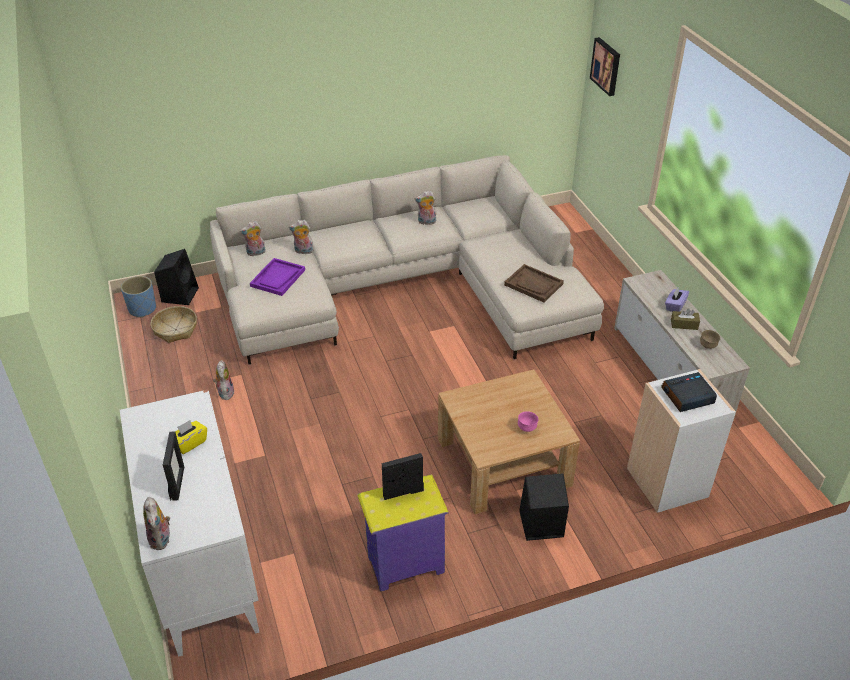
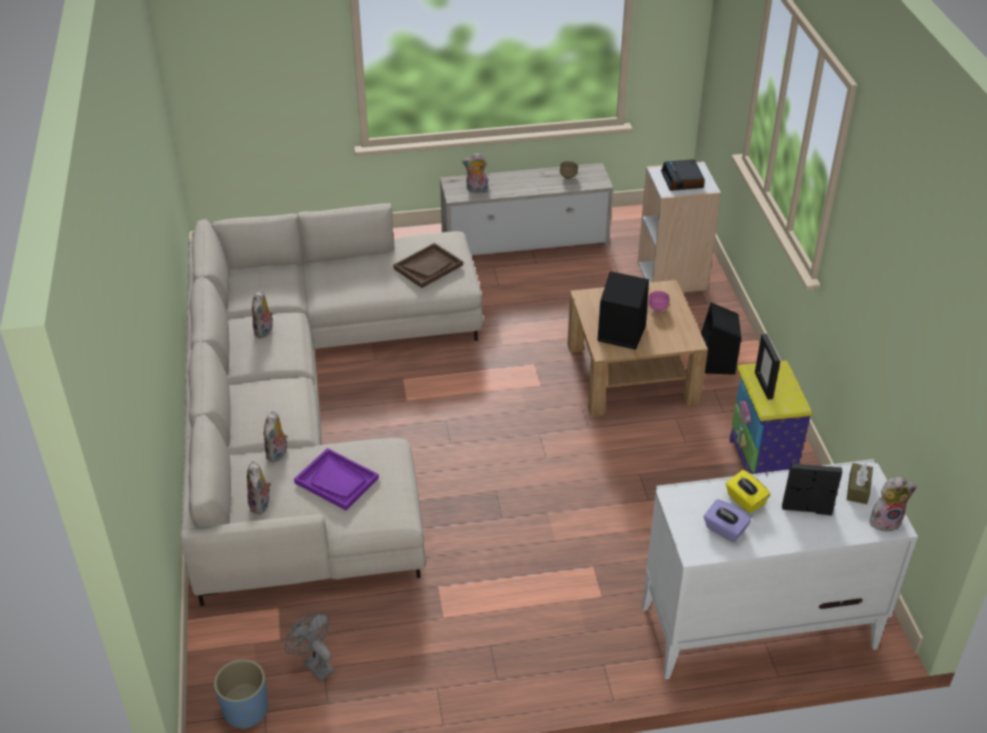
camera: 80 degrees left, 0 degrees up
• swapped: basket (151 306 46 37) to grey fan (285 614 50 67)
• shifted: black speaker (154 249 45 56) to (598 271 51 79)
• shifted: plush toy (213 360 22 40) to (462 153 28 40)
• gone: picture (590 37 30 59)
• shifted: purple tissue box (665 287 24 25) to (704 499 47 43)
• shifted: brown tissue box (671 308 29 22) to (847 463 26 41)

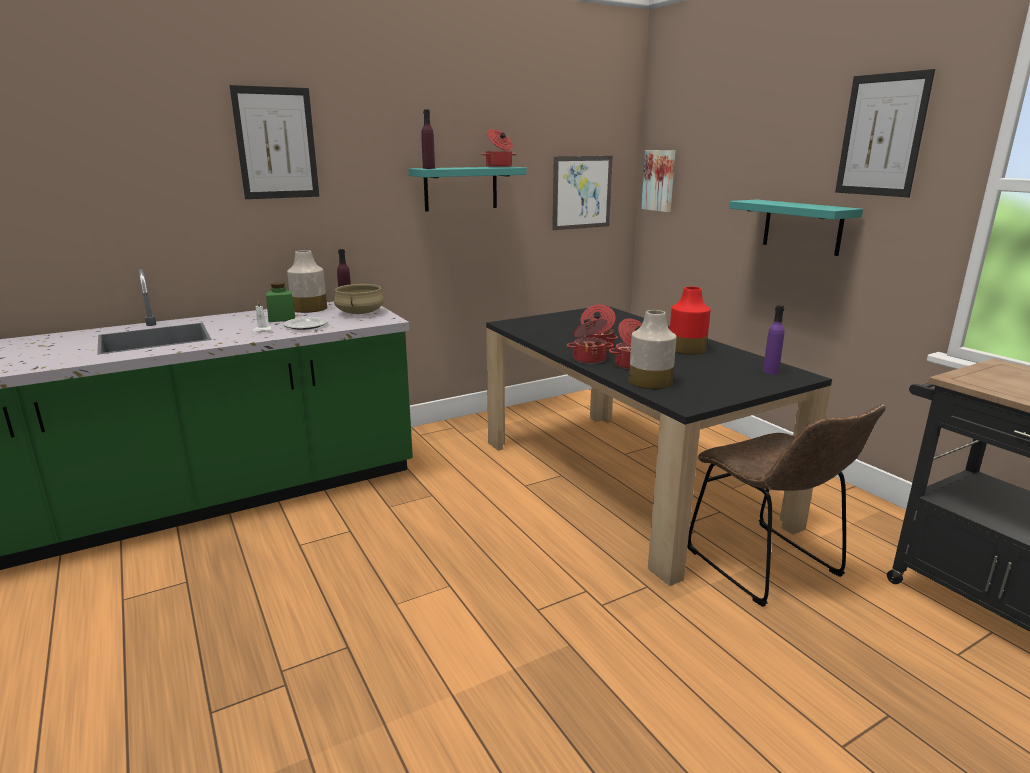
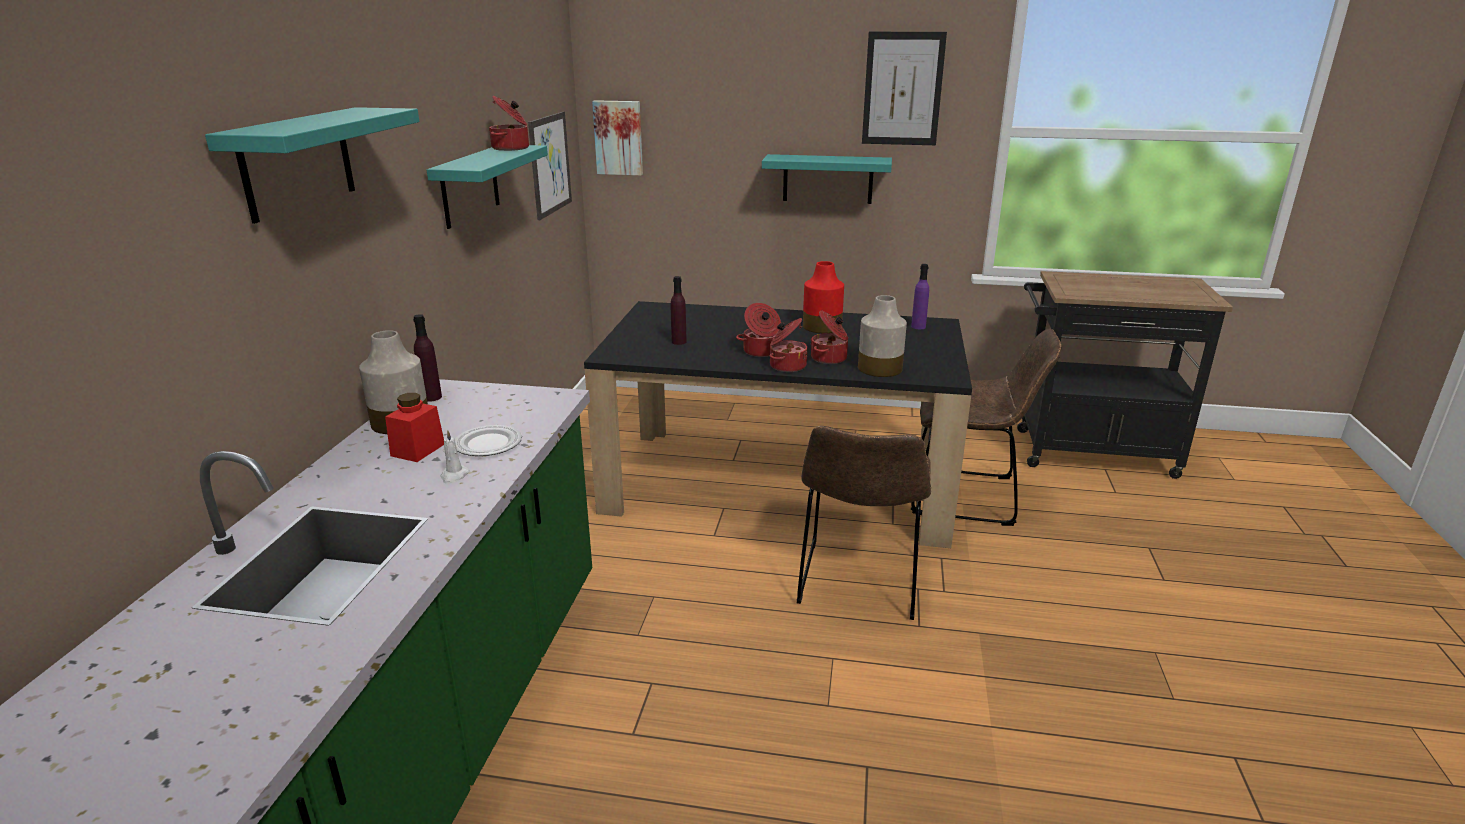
camera: 50 degrees left, 5 degrees up
• swapped: picture (229 85 90 114) to turquoise shelf (205 107 214 117)
• repainted: green jar (266 282 29 40) to red jar (385 393 59 69)
• gone: beige cooking pot (334 284 50 30)
• shifted: purple bottle (421 110 14 59) to (671 276 16 69)
• new: brown chair (797 426 135 194)

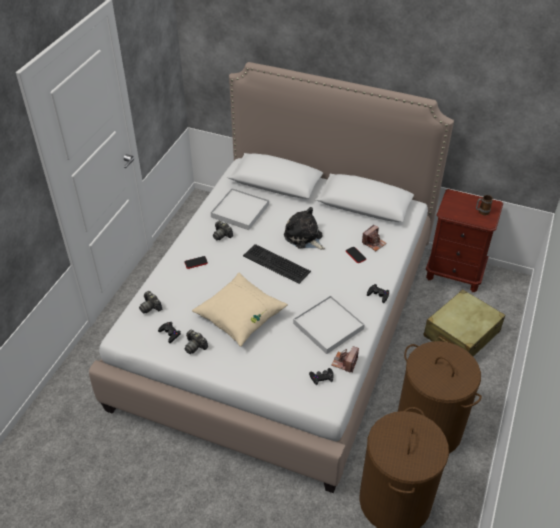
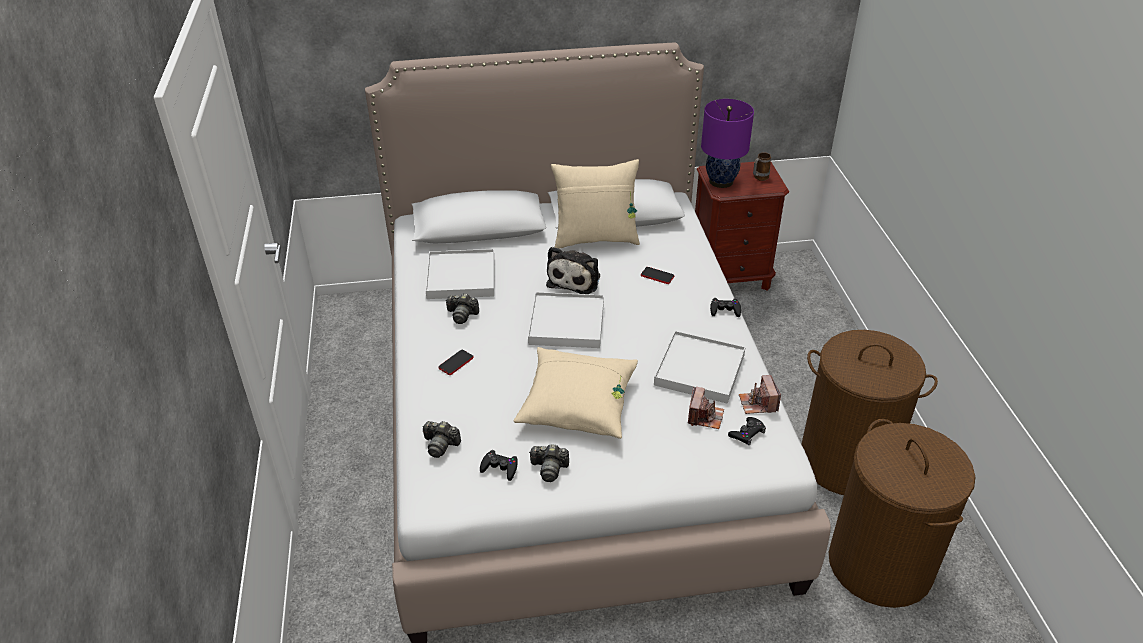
camera: 30 degrees left, 5 degrees down
• swapped: keyboard (243 244 68 40) to white tray (528 292 76 56)
• rotated: plush toy (284 207 41 43) = (546 247 54 47) 90 degrees counterclockwise
• shifted: photo camera (362 224 25 27) to (688 386 36 43)
• gone: beige suitcase (423 289 82 67)
• new: beige pillow (551 159 89 90)
• new: purple table lamp (701 99 53 89)

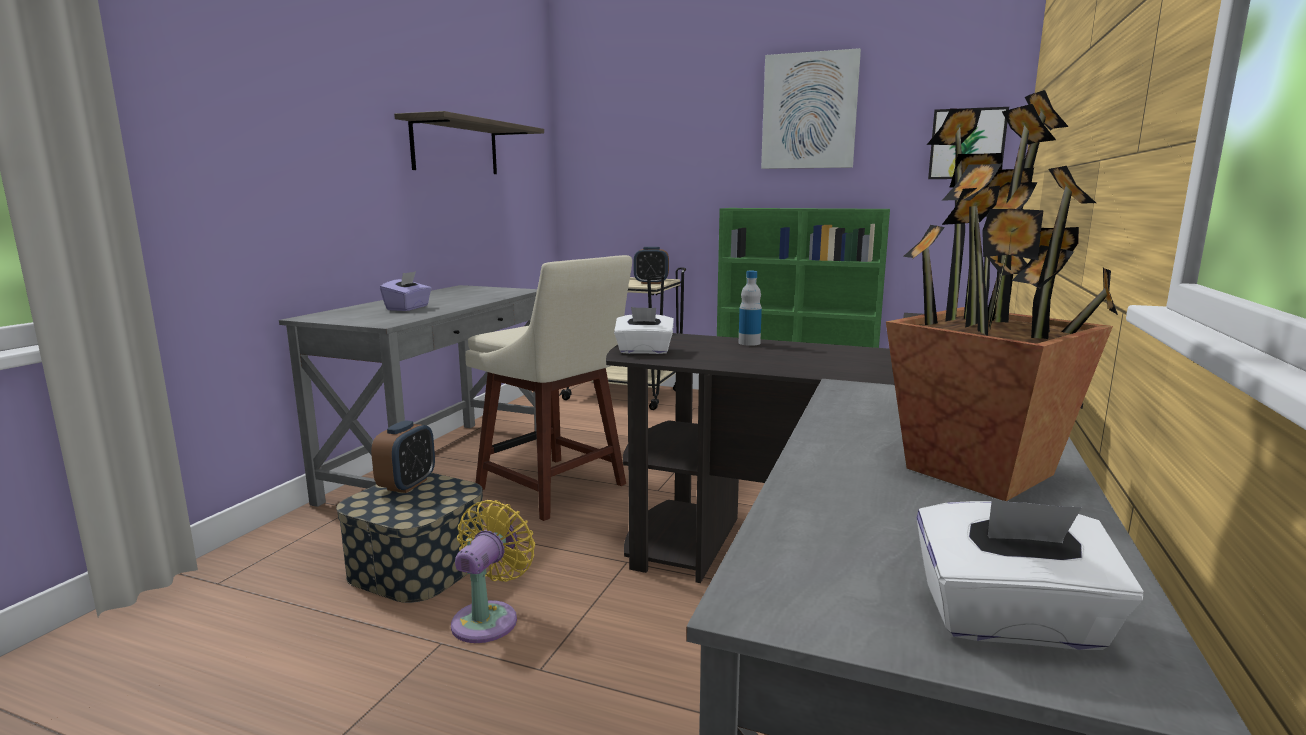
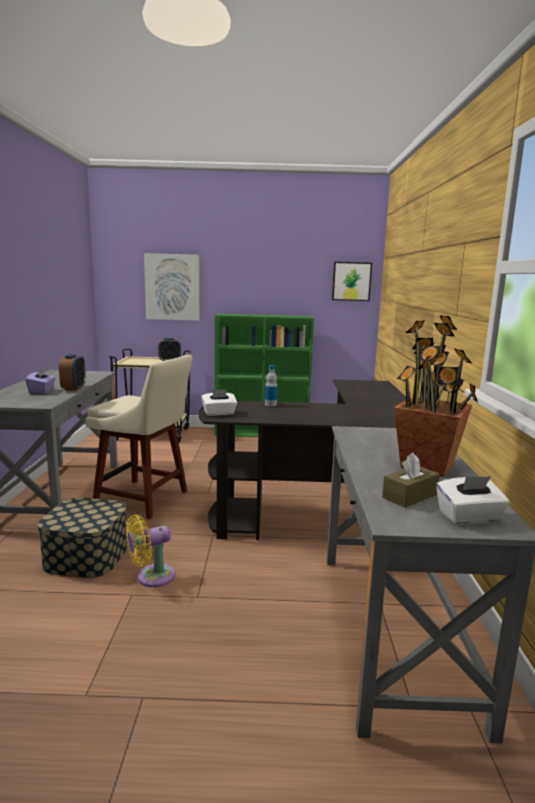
camera: 20 degrees left, 0 degrees up
• shifted: alarm clock (371 420 64 73) to (59 354 27 37)
• gone: shelf (394 111 150 63)
• rotated: yellow fan (451 500 84 143) = (126 515 49 72) 120 degrees counterclockwise
• shifted: picture (761 48 100 121) to (144 253 55 68)
• new: brown tissue box (382 453 58 55)

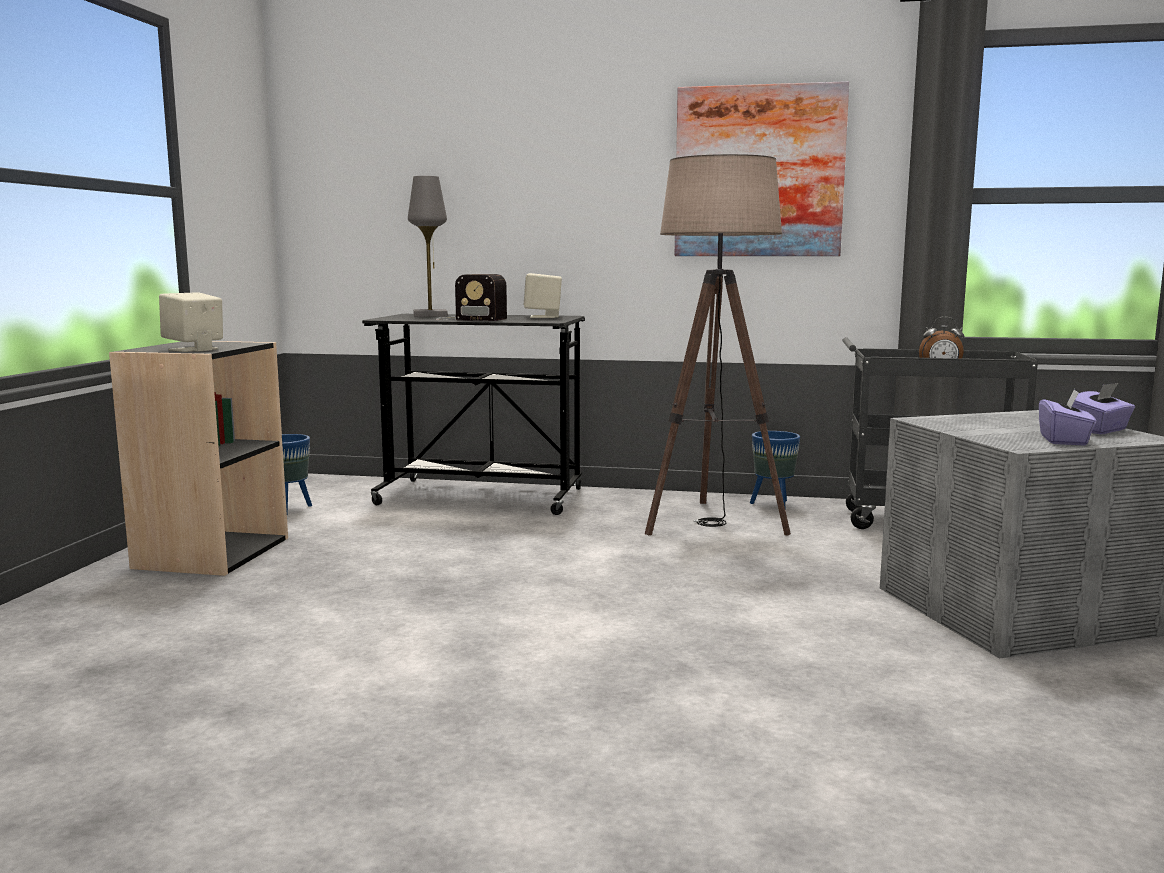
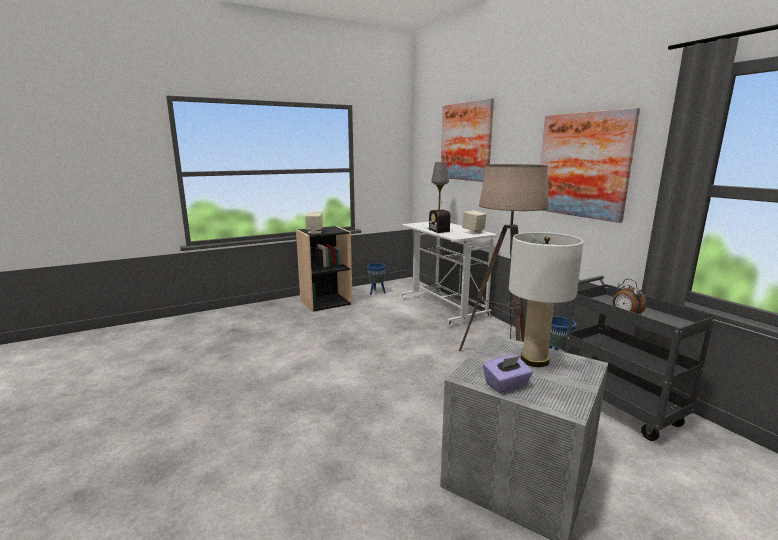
camera: 50 degrees right, 5 degrees up
• repainted: black desk (362 314 223 201) to white desk (402 222 95 105)
• gone: purple tissue box (1068 383 67 51)
• new: picture (441 98 53 84)
• new: white table lamp (509 232 75 135)

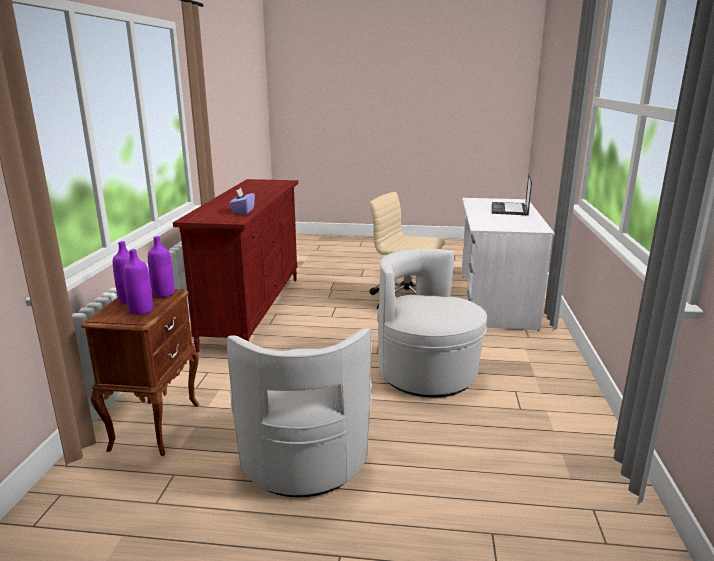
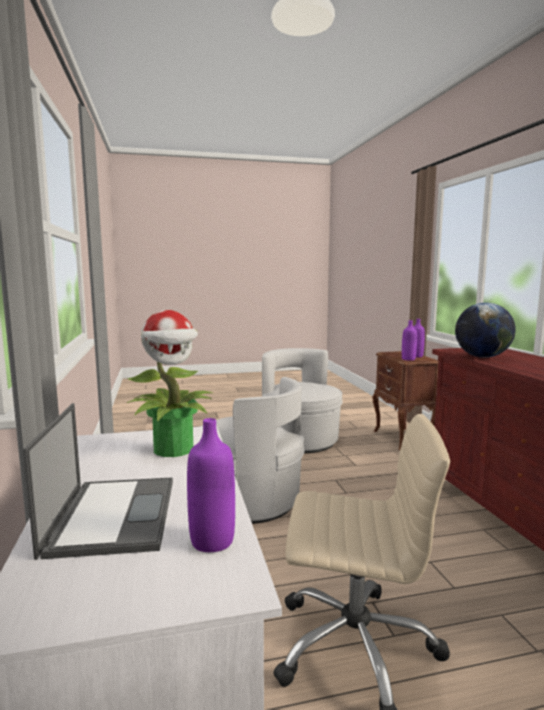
camera: 160 degrees right, 10 degrees down
• shifted: purple bottle (123 249 30 66) to (187 418 48 134)
• swapped: purple tissue box (230 188 25 26) to globe (455 303 61 55)
• new: potted plant (127 310 86 147)

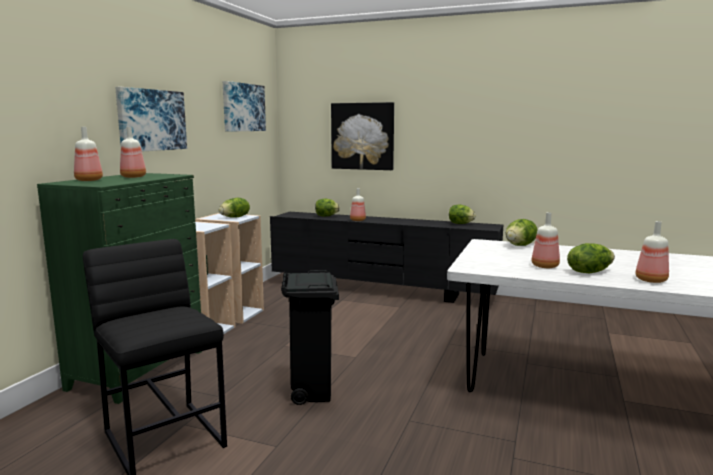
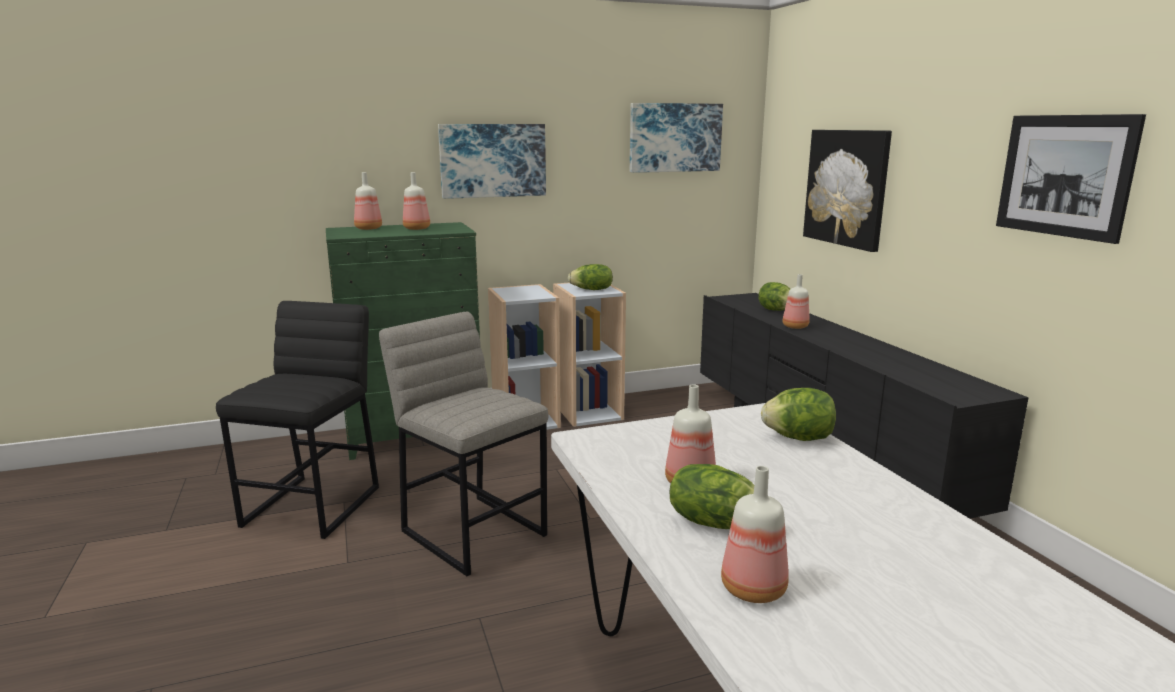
camera: 50 degrees right, 5 degrees up
• swapped: black trash can (281 270 58 135) to grey chair (379 312 169 264)
• gone: lettuce (449 205 27 19)
• new: picture (996 114 150 130)

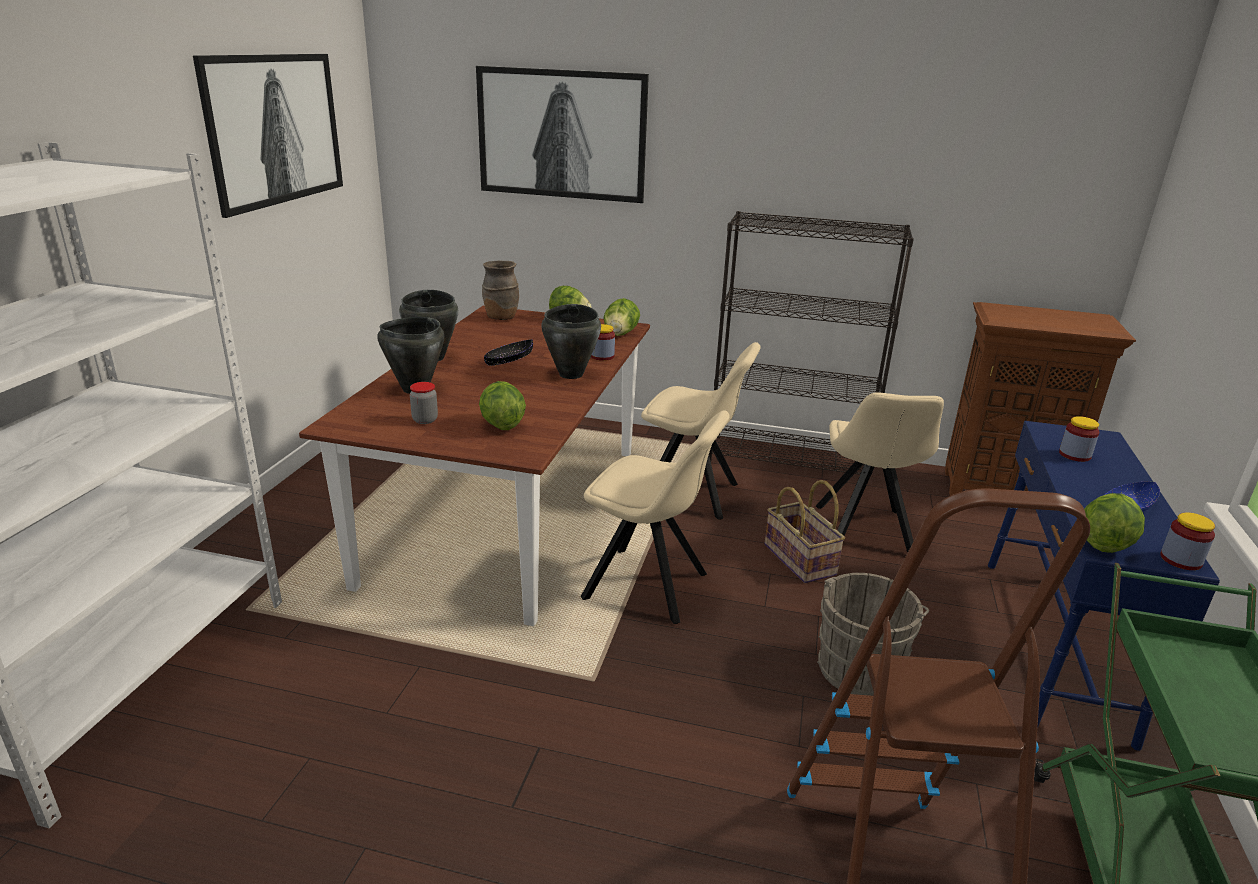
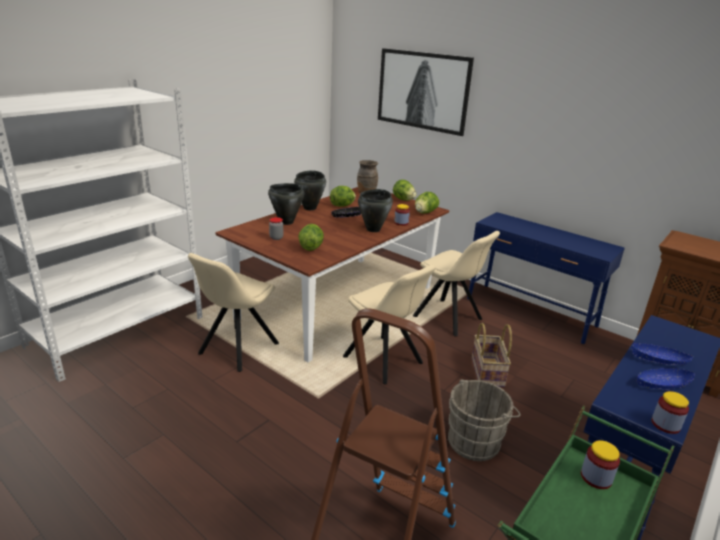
camera: 25 degrees right, 0 degrees up
• gone: picture (193 54 150 164)
• swapped: black bookcase (709 211 205 273) to blue console table (467 212 158 132)
• shifted: beige chair (815 392 129 161) to (188 253 91 119)
• shifted: jar (1059 416 40 46) to (581 440 39 49)
• shifted: lettuce (1084 493 61 60) to (330 186 26 21)
• new: blue bowl (632 343 61 22)

